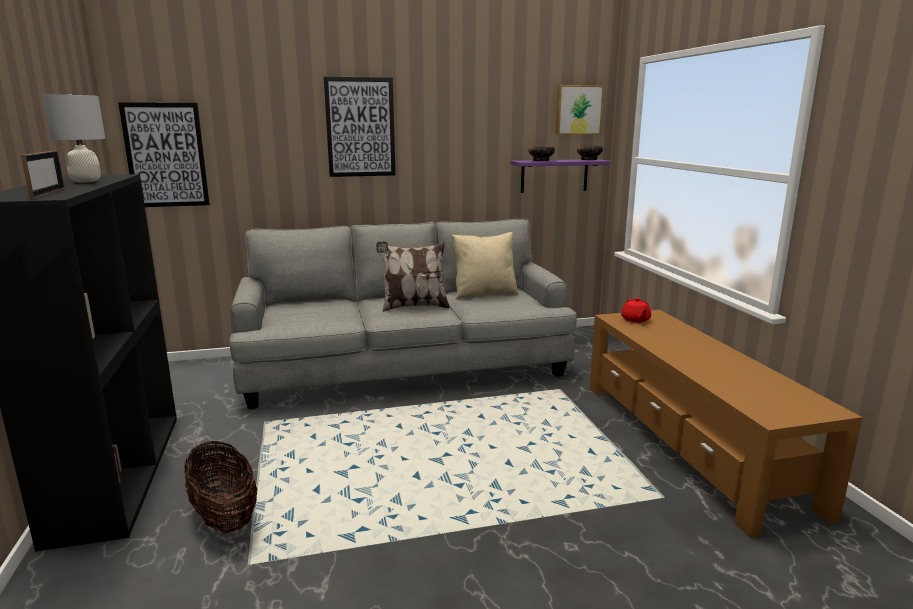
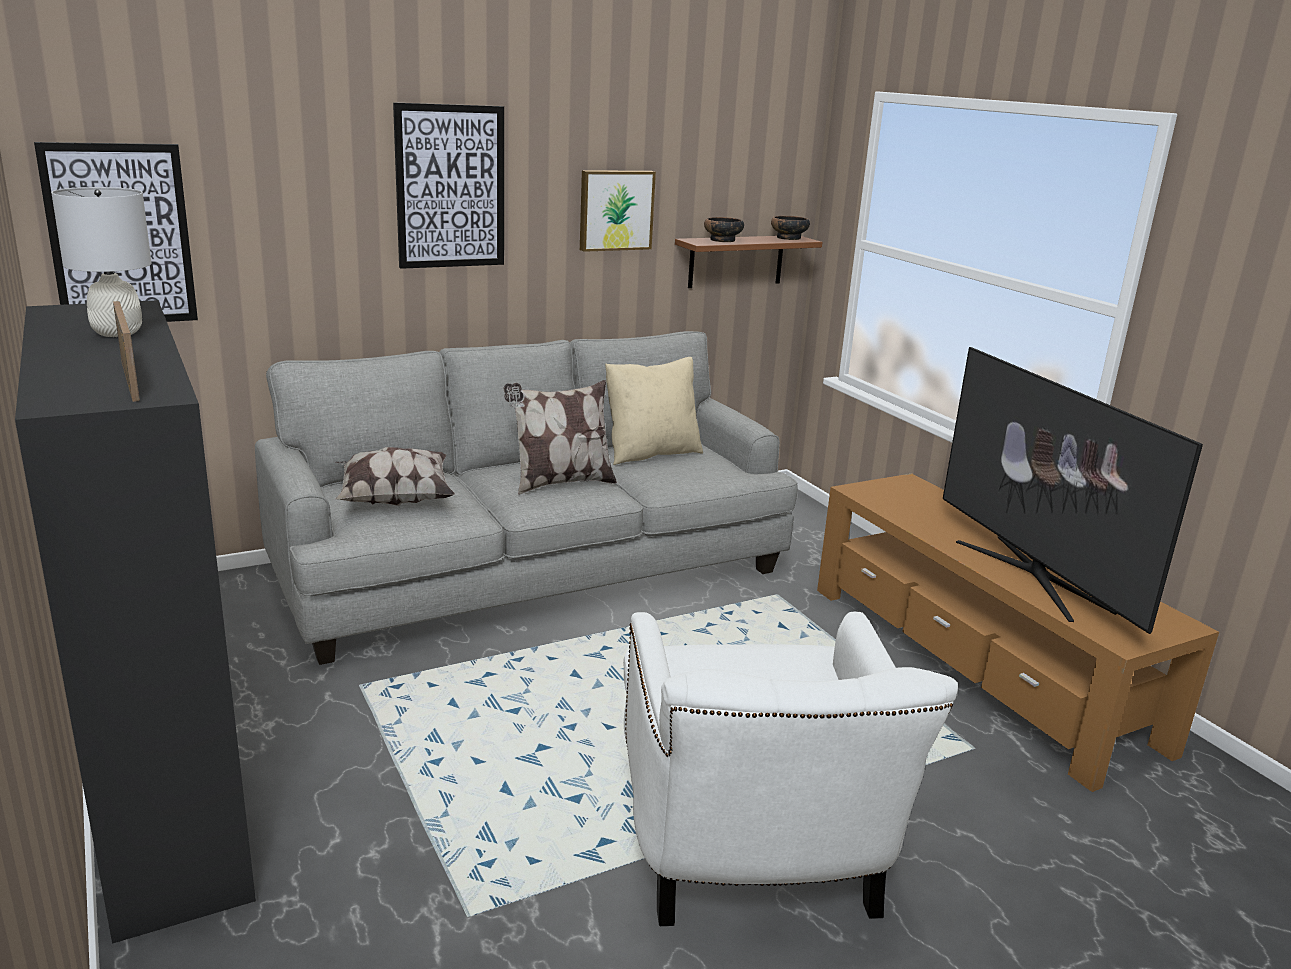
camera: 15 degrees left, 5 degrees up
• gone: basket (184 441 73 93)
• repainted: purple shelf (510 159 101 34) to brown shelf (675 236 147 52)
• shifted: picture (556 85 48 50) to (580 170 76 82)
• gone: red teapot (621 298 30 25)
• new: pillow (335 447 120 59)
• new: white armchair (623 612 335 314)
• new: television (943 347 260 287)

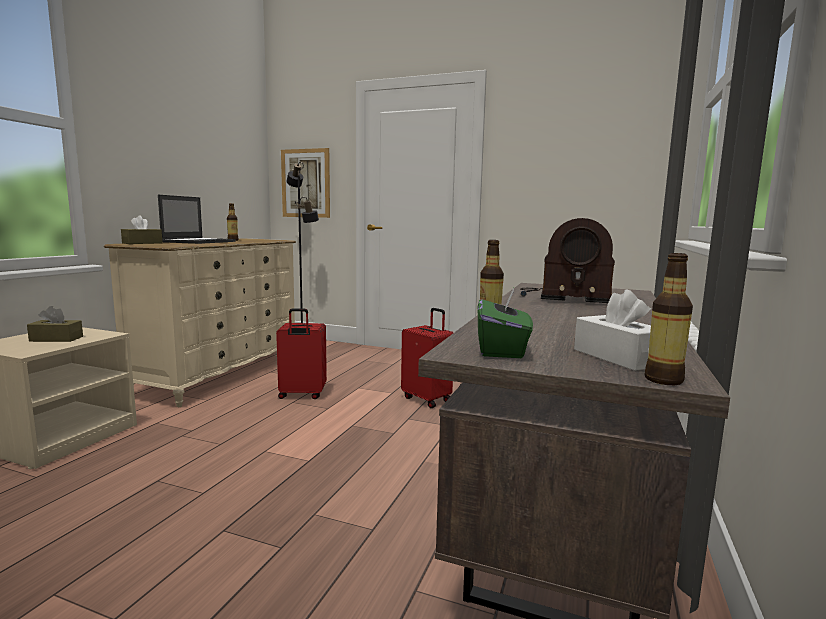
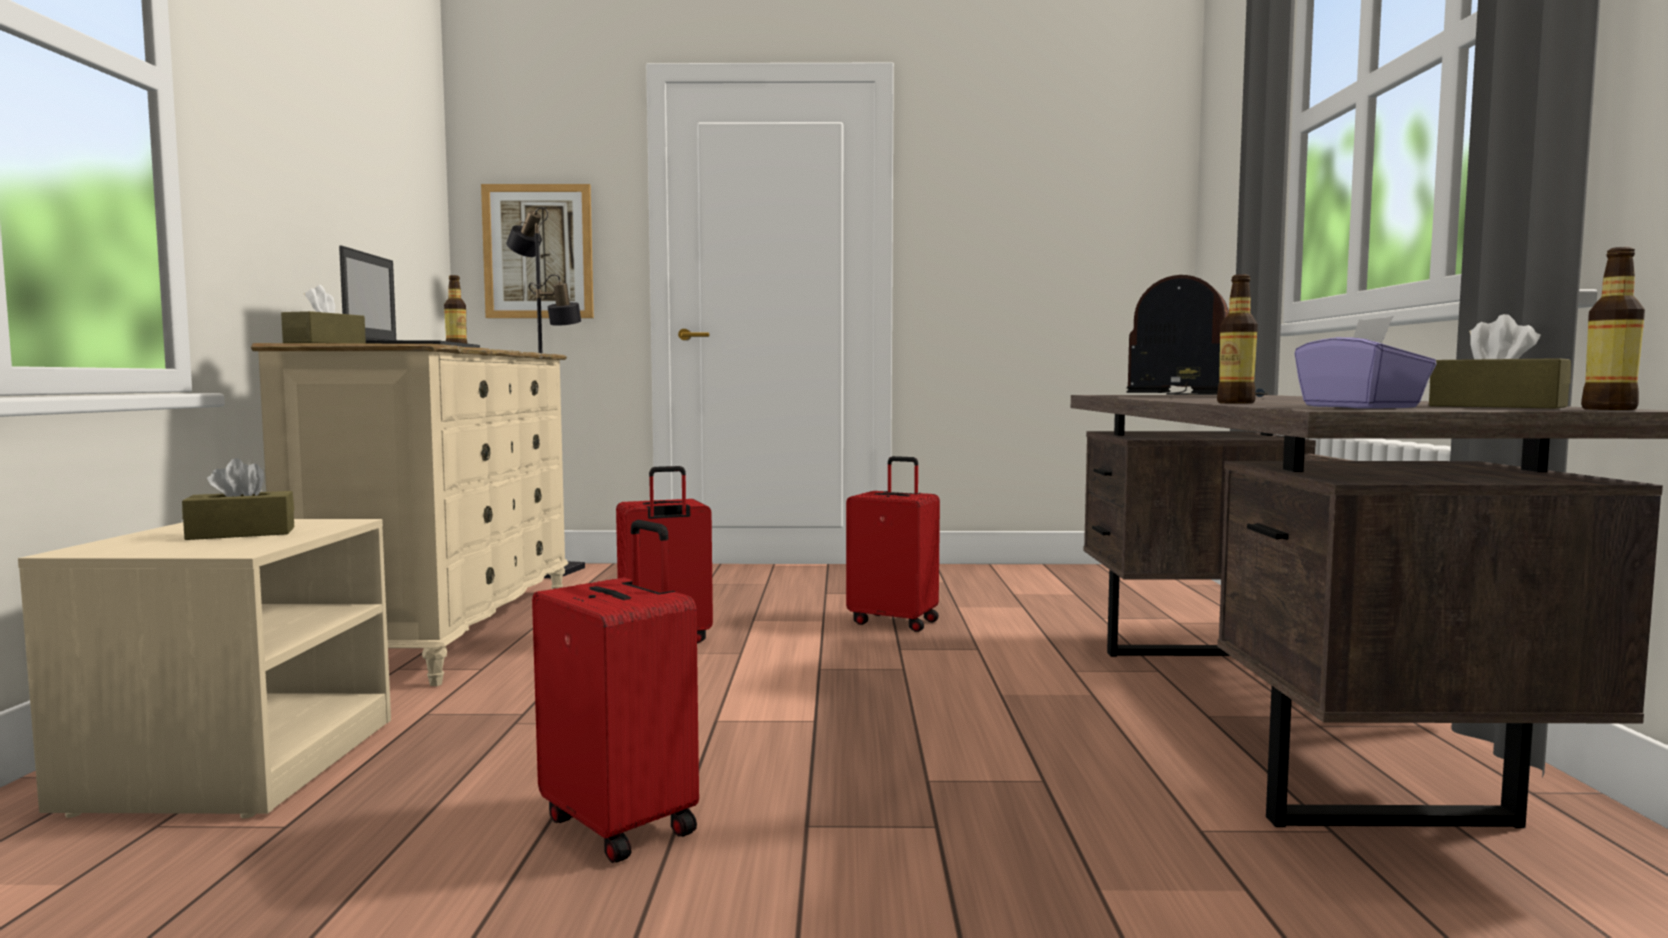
camera: 20 degrees left, 5 degrees down
• repainted: green tissue box (478 288 55 70) to purple tissue box (1295 316 142 93)
• rotated: radio (520 218 95 85) = (1127 275 141 122) 150 degrees counterclockwise
• repainted: white tissue box (574 289 77 82) to brown tissue box (1429 314 142 94)
• new: red suitcase (532 520 167 343)

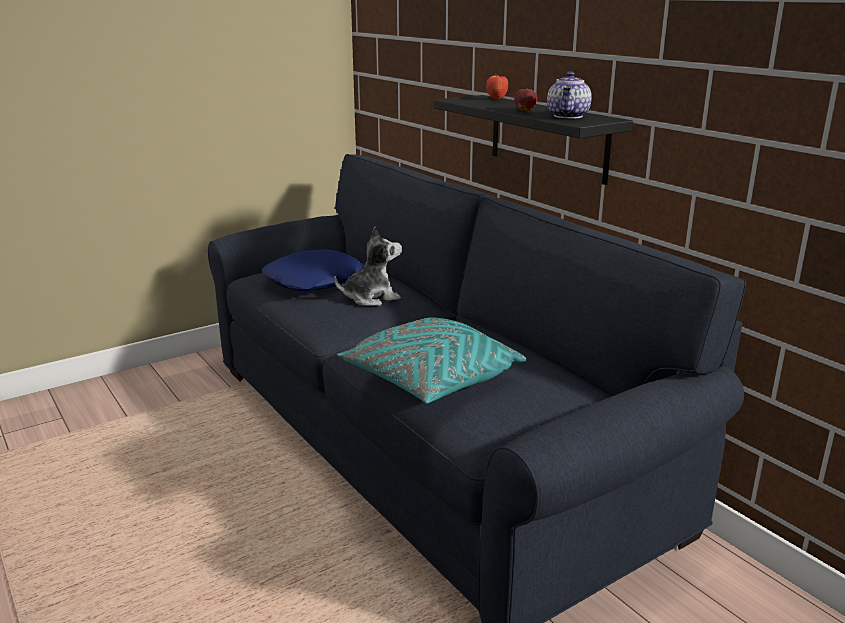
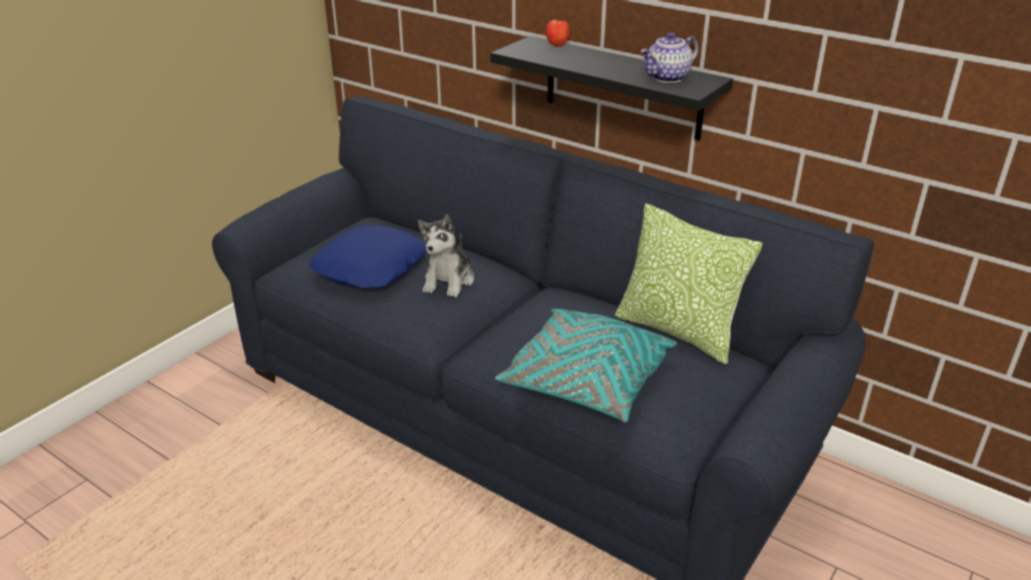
camera: 20 degrees left, 10 degrees up
• rotated: plush toy (334 227 68 79) = (418 214 56 84) 150 degrees clockwise
• gone: apple (514 88 23 23)
• rotated: teapot (547 72 45 47) = (641 32 58 51) 60 degrees clockwise
• new: pillow (615 203 148 161)

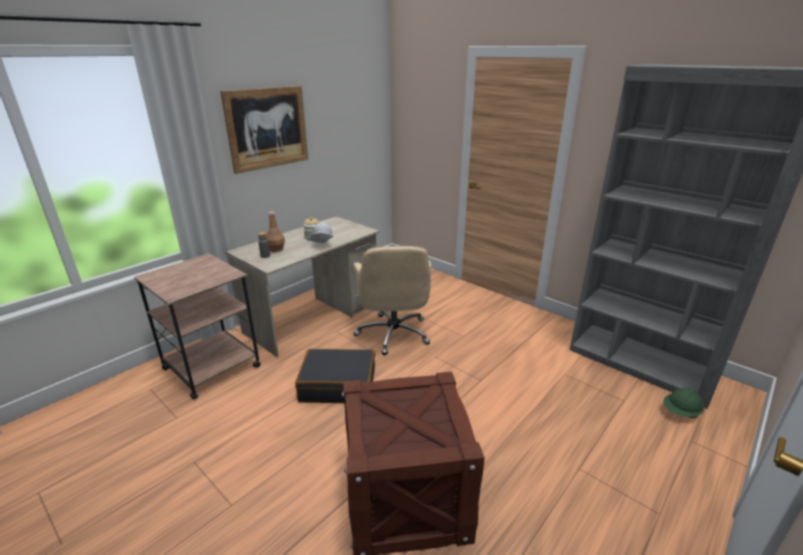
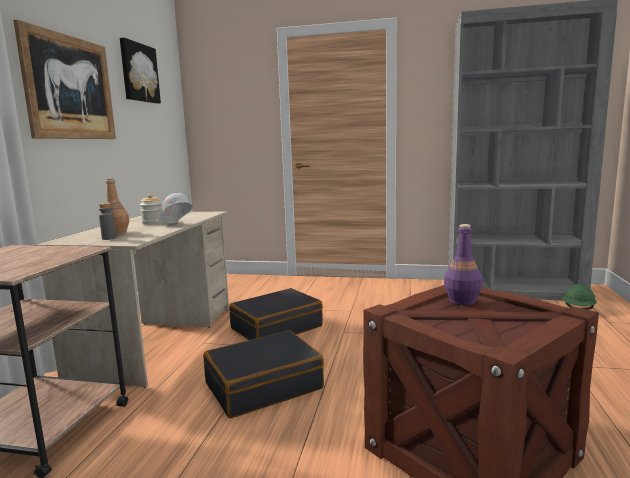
camera: 30 degrees left, 15 degrees down
• swapped: beige office chair (354 246 77 109) to black suitcase (229 288 94 52)
• new: picture (120 38 41 66)
• new: purple bottle (444 224 38 81)

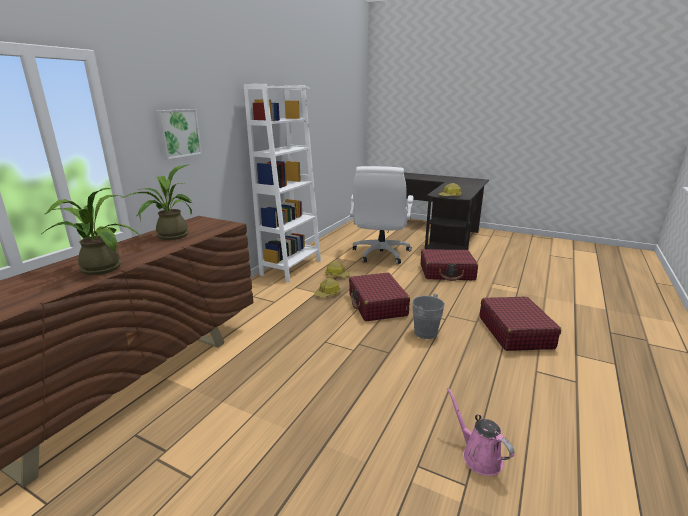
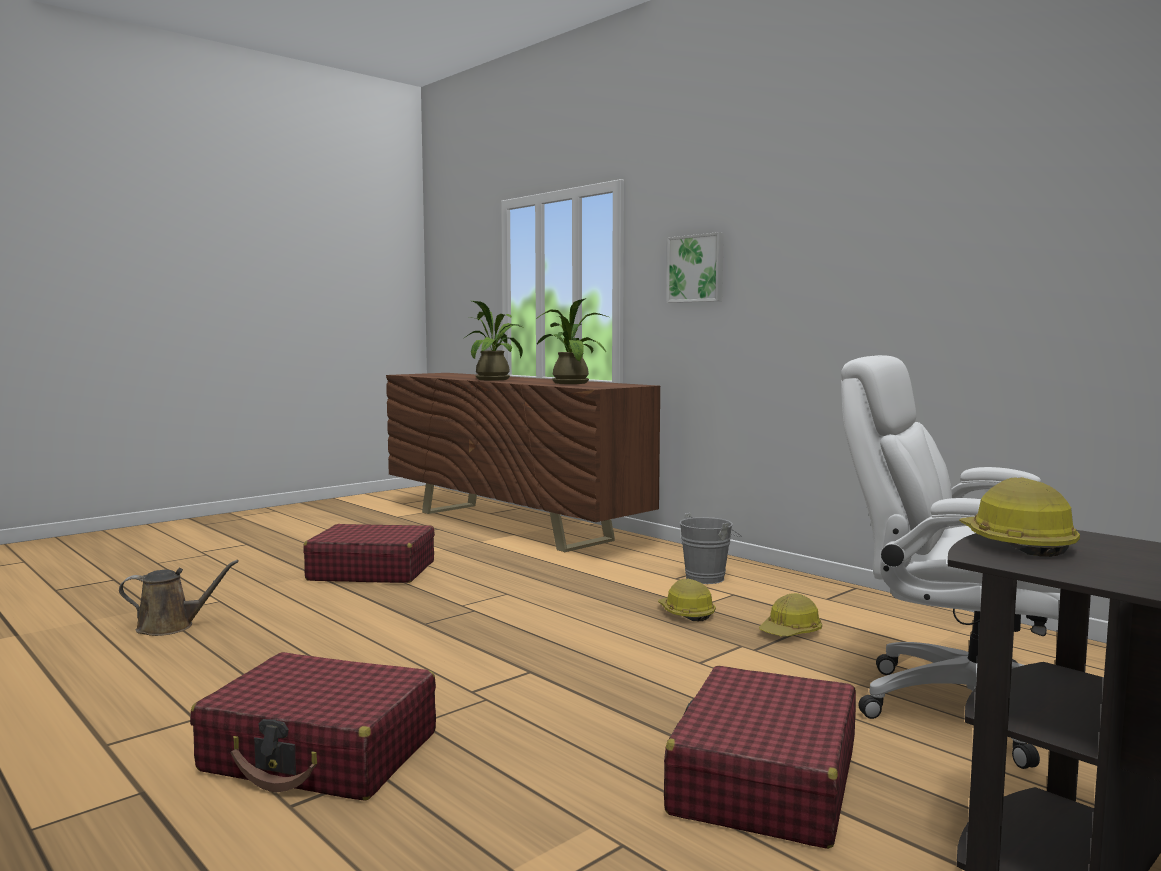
camera: 110 degrees right, 15 degrees down
• gone: white bookcase (244 84 77 198)
• shifted: red suitcase (349 273 61 48) to (303 524 132 59)
• shifted: grey bucket (406 294 39 45) to (680 513 62 71)
• repainted: pink watering can (447 388 68 88) to brown watering can (119 560 120 76)

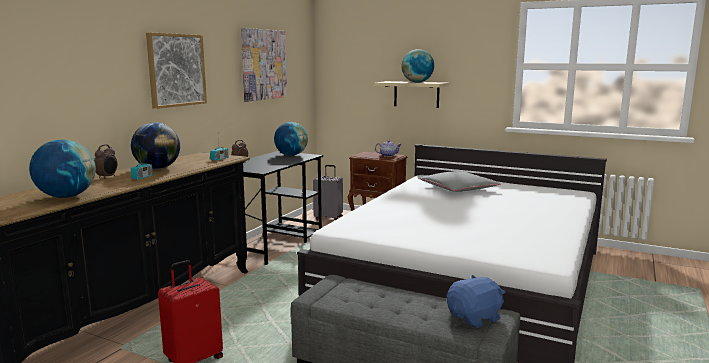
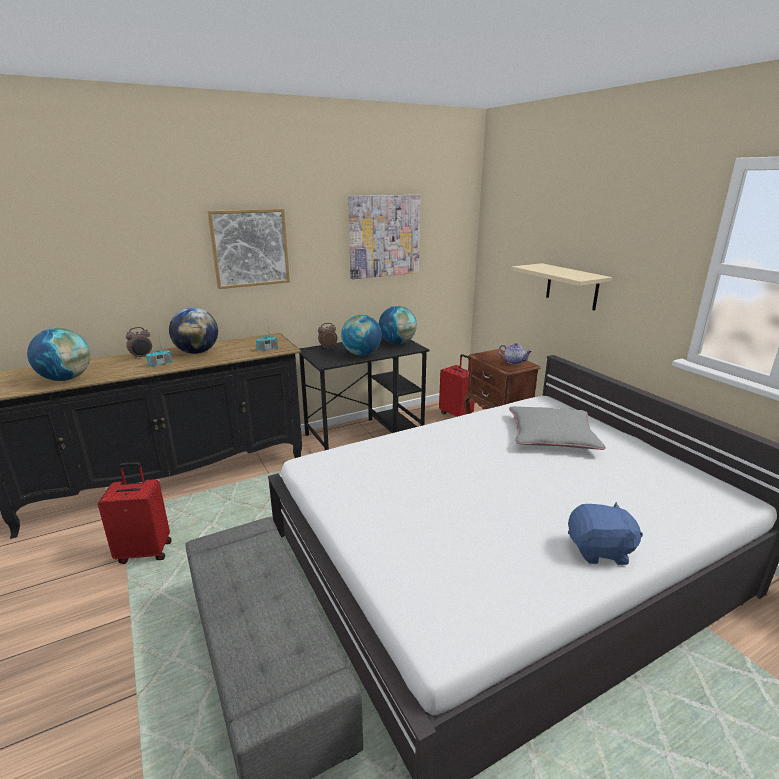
camera: 35 degrees right, 10 degrees up
• repainted: grey suitcase (313 165 30 56) to red suitcase (439 354 36 63)
• shifted: globe (401 49 33 34) to (341 315 41 41)
• shifted: blue plush toy (447 275 59 53) to (568 502 75 63)

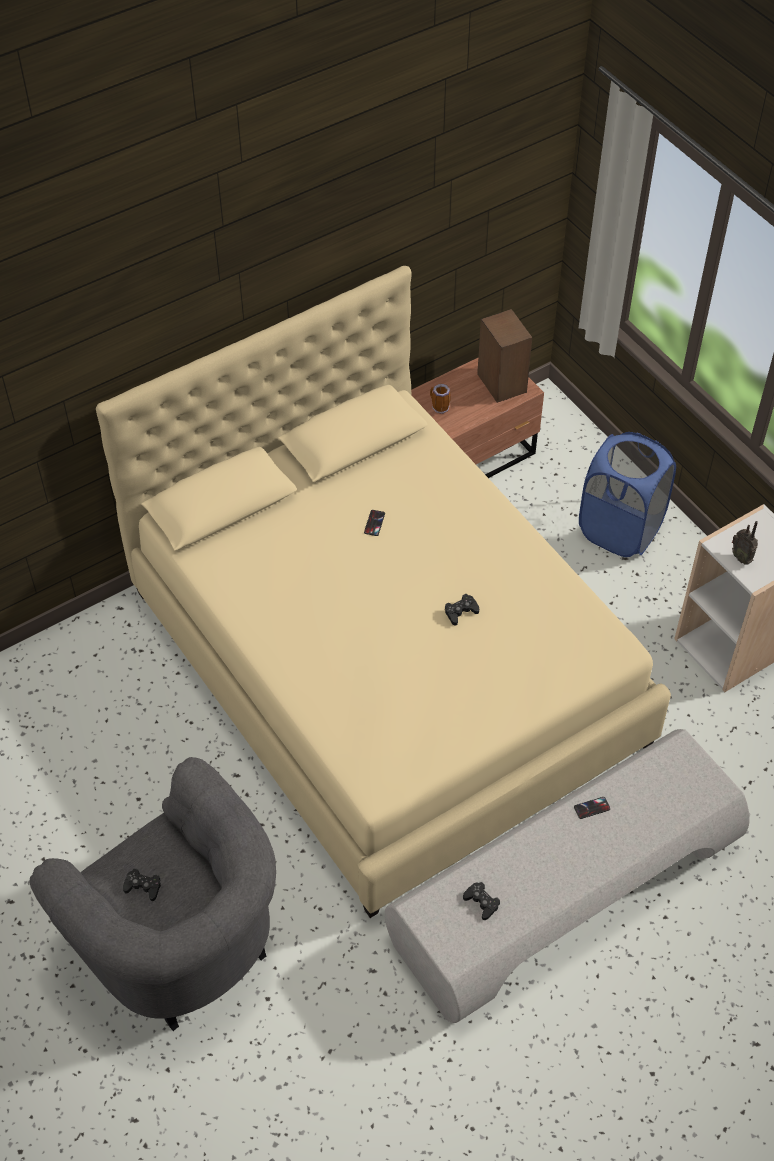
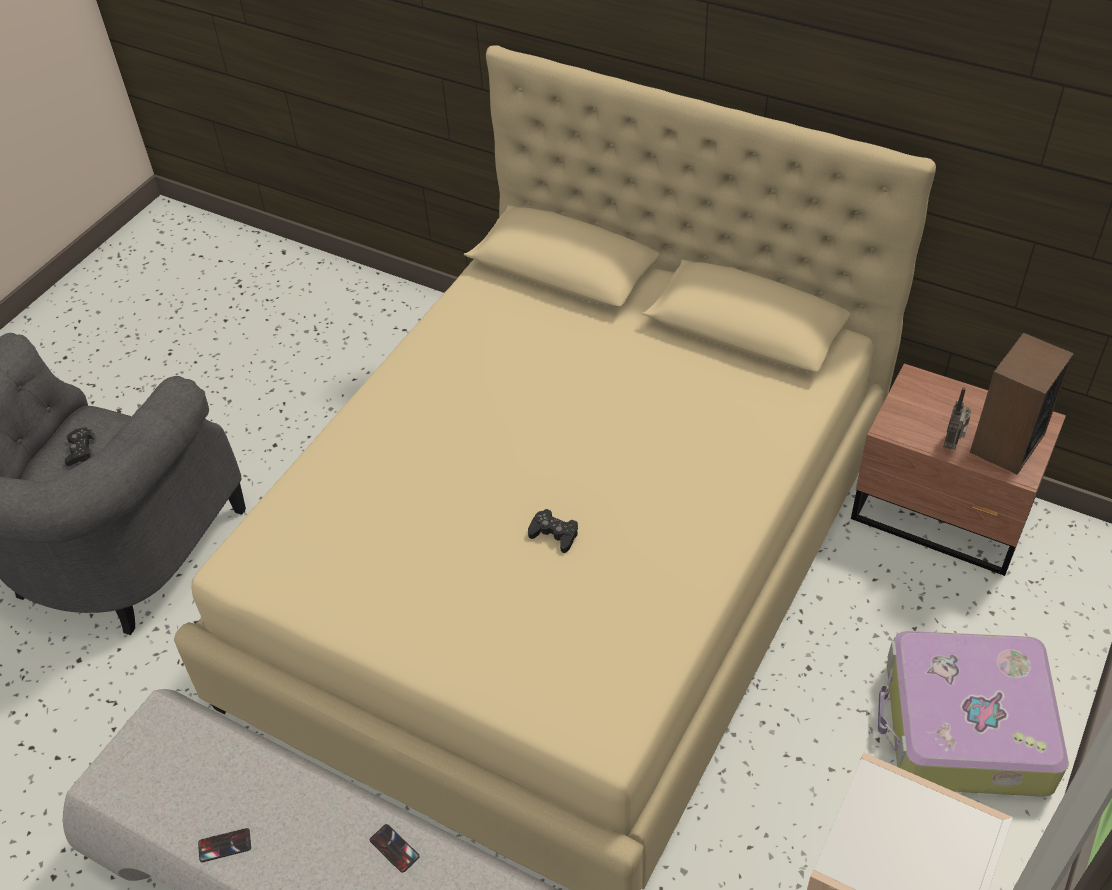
camera: 65 degrees right, 5 degrees down
• shifted: phone (364 510 21 26) to (198 828 53 34)
• gone: mug (430 384 21 30)
• gone: black game controller (463 882 37 38)
• swapped: blue laundry basket (579 432 97 125) to suitcase (878 631 191 166)
• shifted: radio (732 521 26 43) to (943 388 28 62)

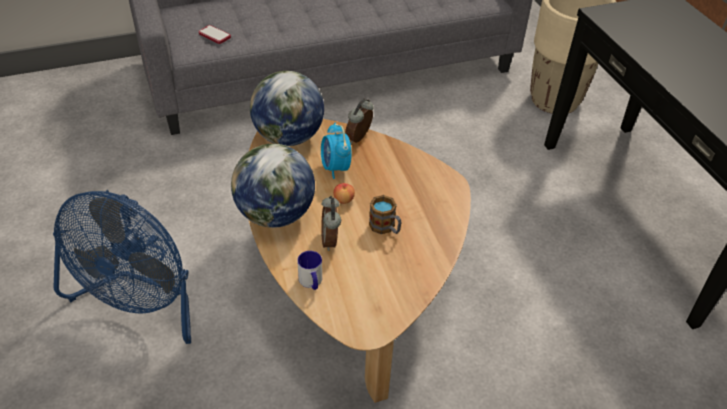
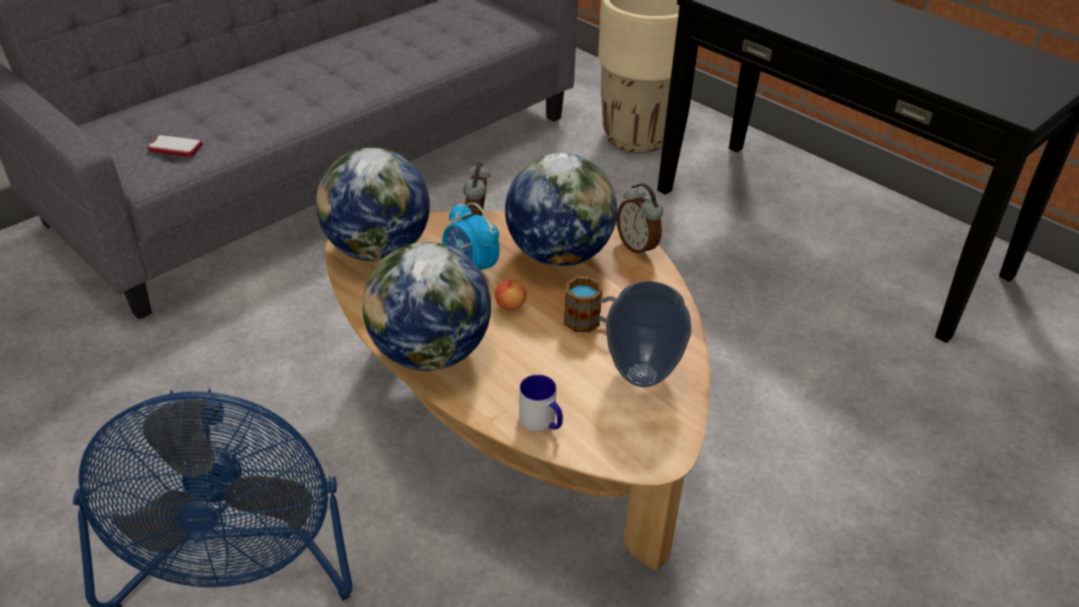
camera: 25 degrees left, 5 degrees down
• shifted: alarm clock (321 196 20 55) to (617 183 46 74)
• new: globe (505 153 112 114)
• new: vase (606 281 86 106)

